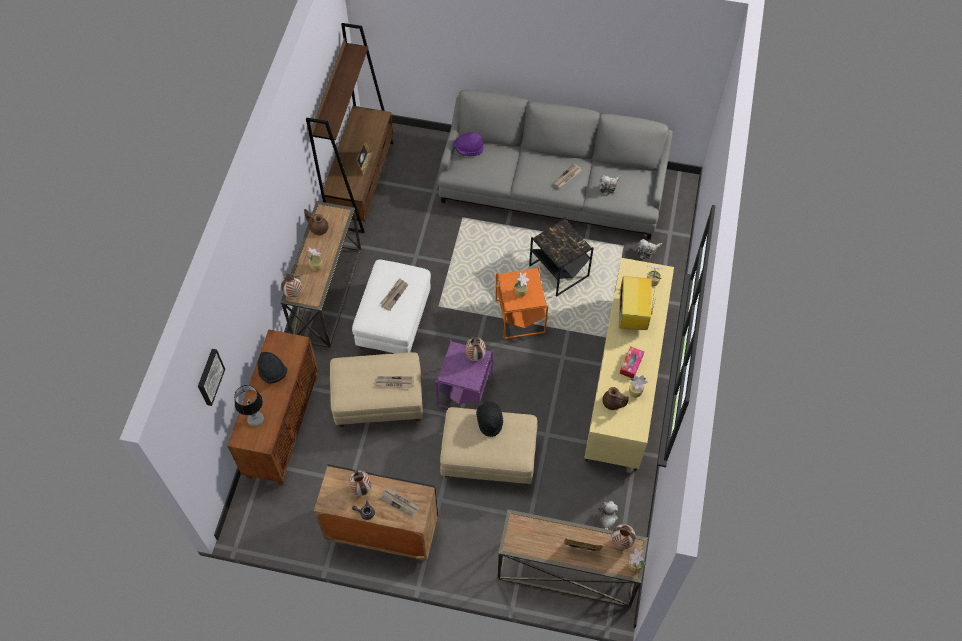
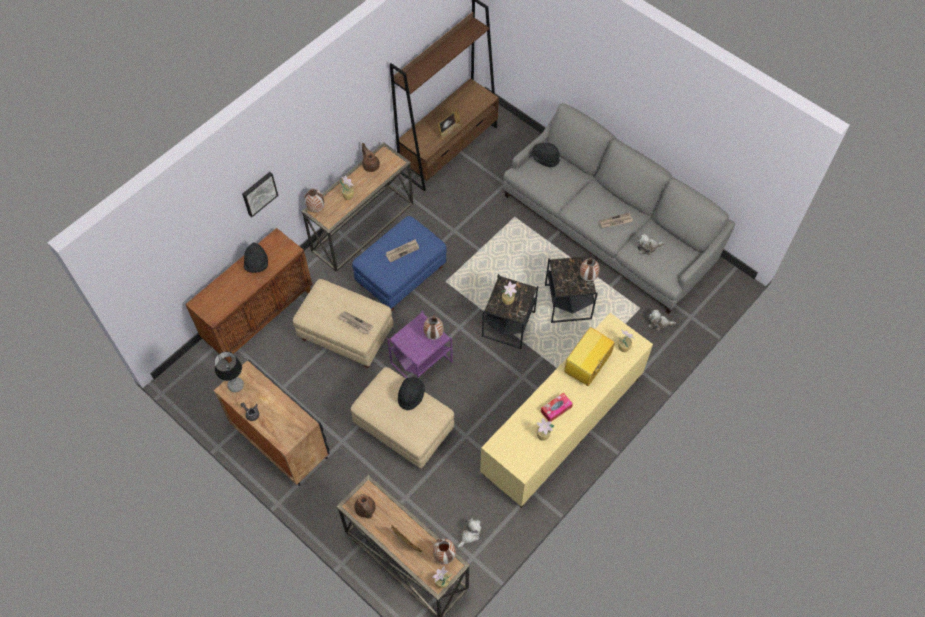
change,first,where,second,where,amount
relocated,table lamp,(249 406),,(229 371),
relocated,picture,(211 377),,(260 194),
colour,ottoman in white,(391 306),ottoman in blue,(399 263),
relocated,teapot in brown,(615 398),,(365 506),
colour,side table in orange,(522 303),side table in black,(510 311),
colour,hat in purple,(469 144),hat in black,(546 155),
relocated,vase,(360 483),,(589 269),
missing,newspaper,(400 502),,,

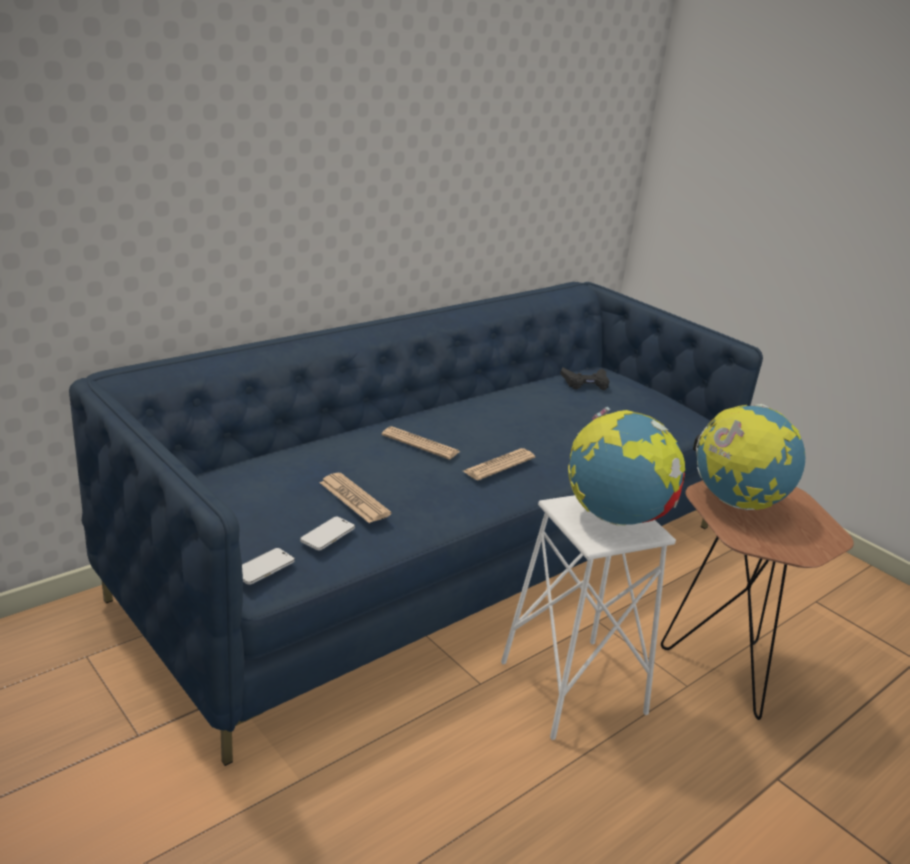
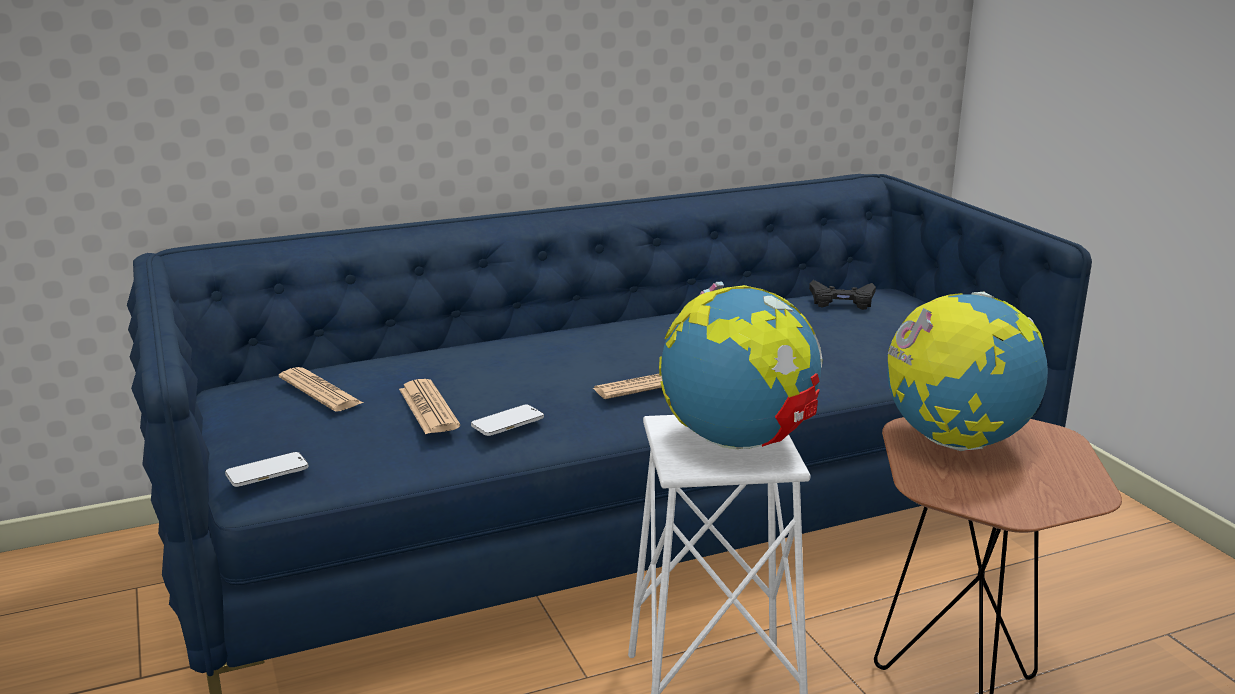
change,first,where,second,where,amount
relocated,newspaper,(420 443),,(321 389),
relocated,phone,(327 533),,(507 420),

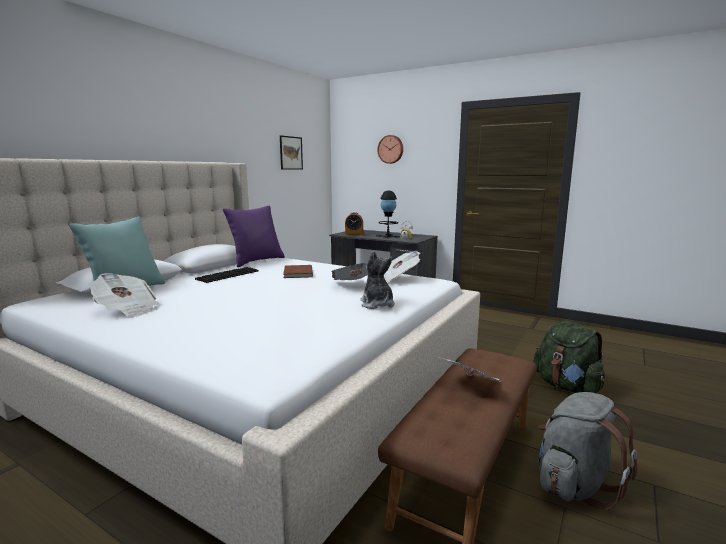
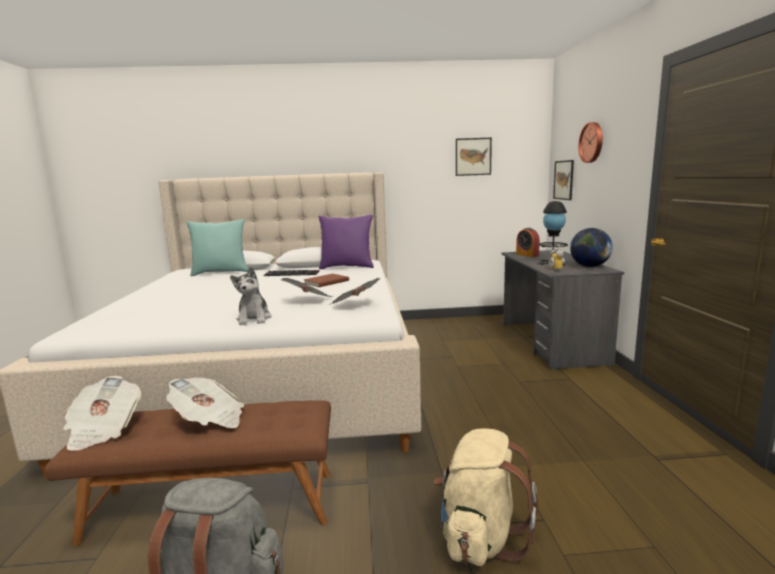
change,first,where,second,where,amount
relocated,newspaper,(124 295),,(102 413),
spun,plush toy,(377 280),,(250 296),135 degrees clockwise
colour,backpack in green,(569 357),backpack in beige,(486 497),
appeared,,,picture,(563 180),
appeared,,,globe,(591 247),

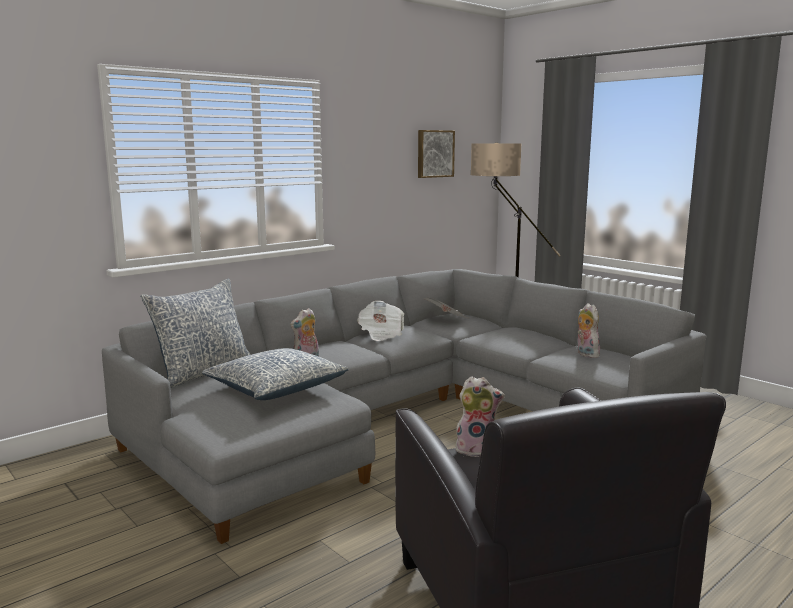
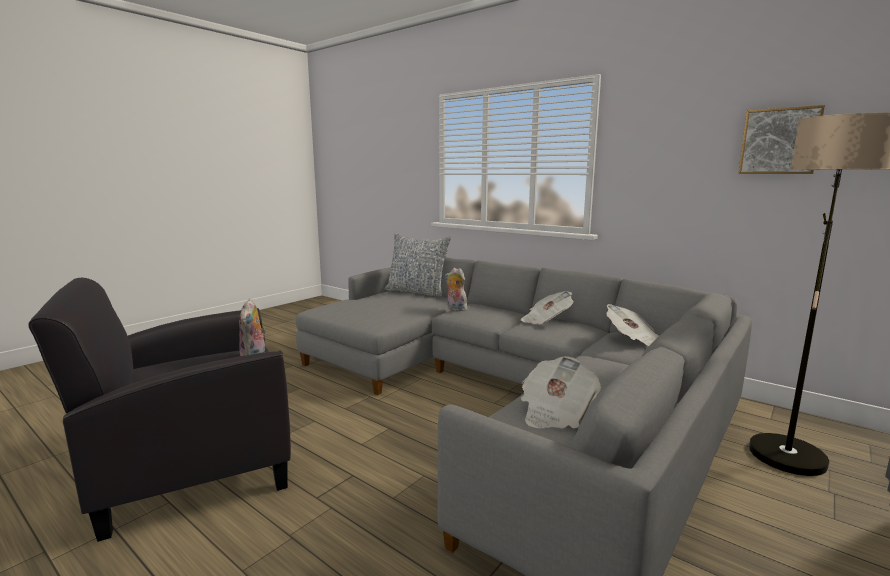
change,first,where,second,where,amount
exchanged,plush toy,(589 330),newspaper,(561 392),
missing,pillow,(275 374),,,

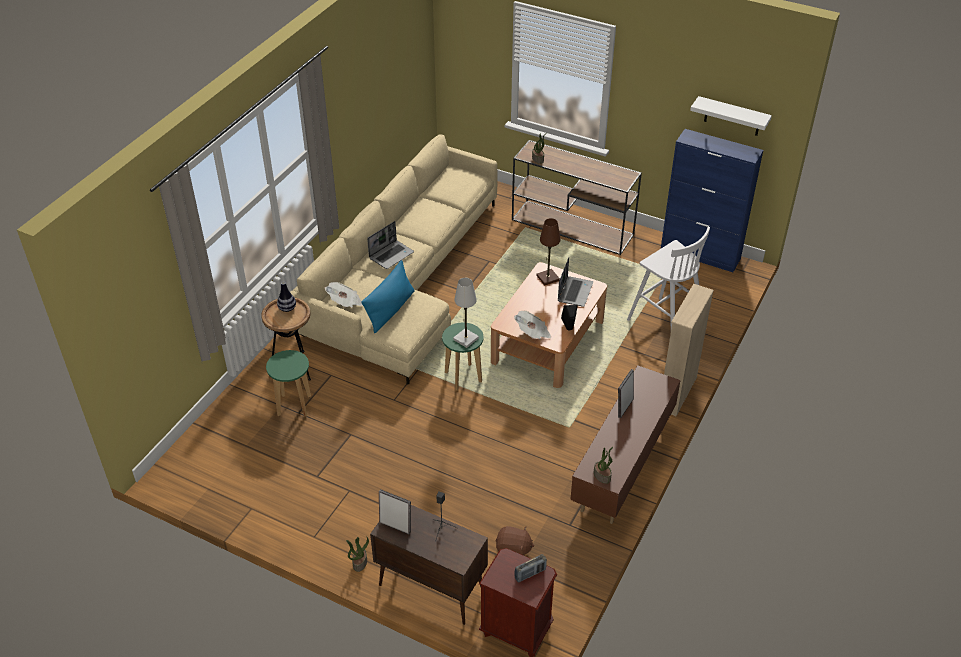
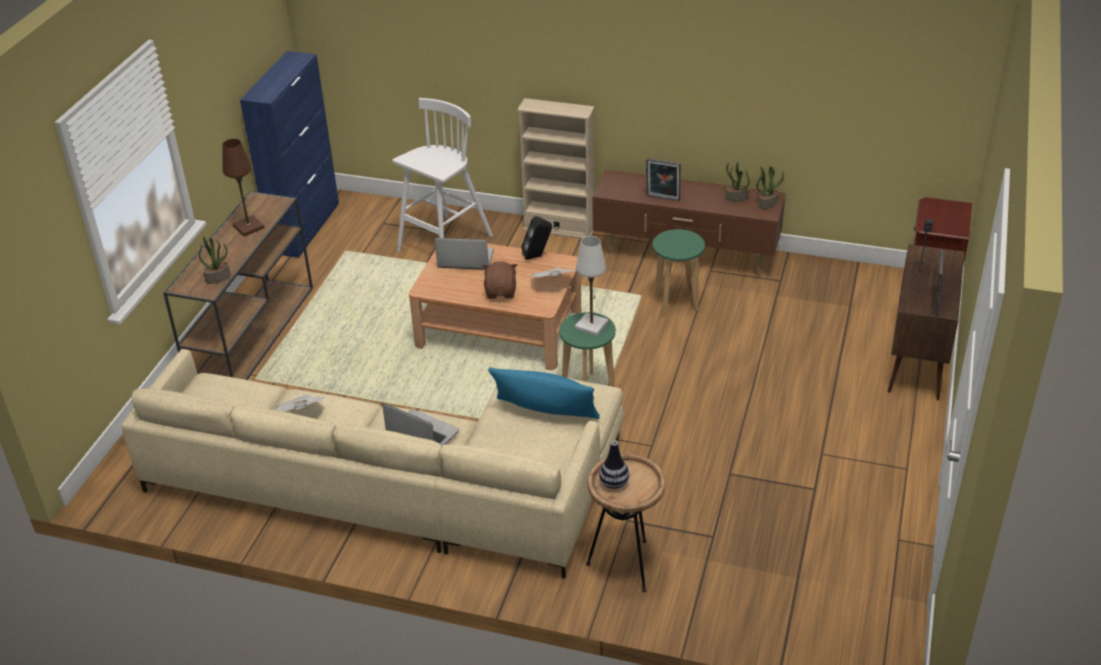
change,first,where,second,where,amount
relocated,table lamp in brown,(548 252),,(243 187),
relocated,newspaper,(344 295),,(299 403),
relocated,plush toy in brown,(514 540),,(500 280),
relocated,stool in green,(288 383),,(679 272),
relocated,potted plant,(357 554),,(737 182),
missing,radio,(531 568),,,
missing,shelf in white,(731 116),,,

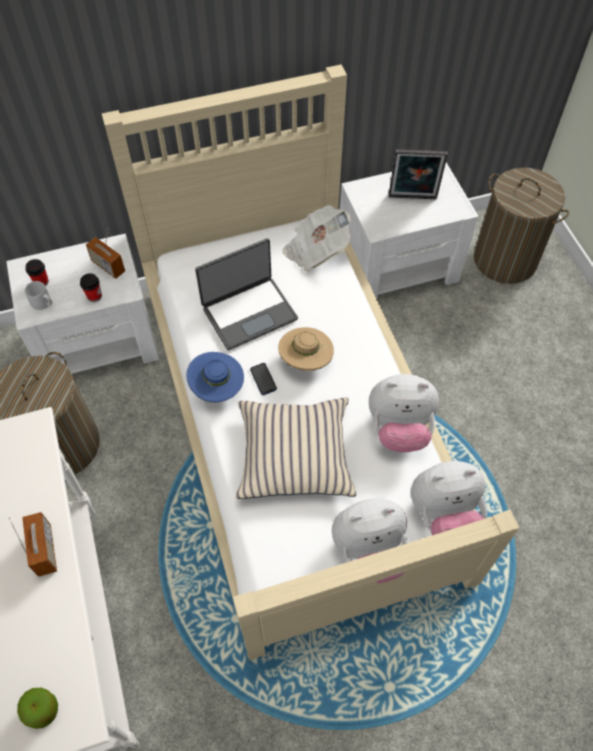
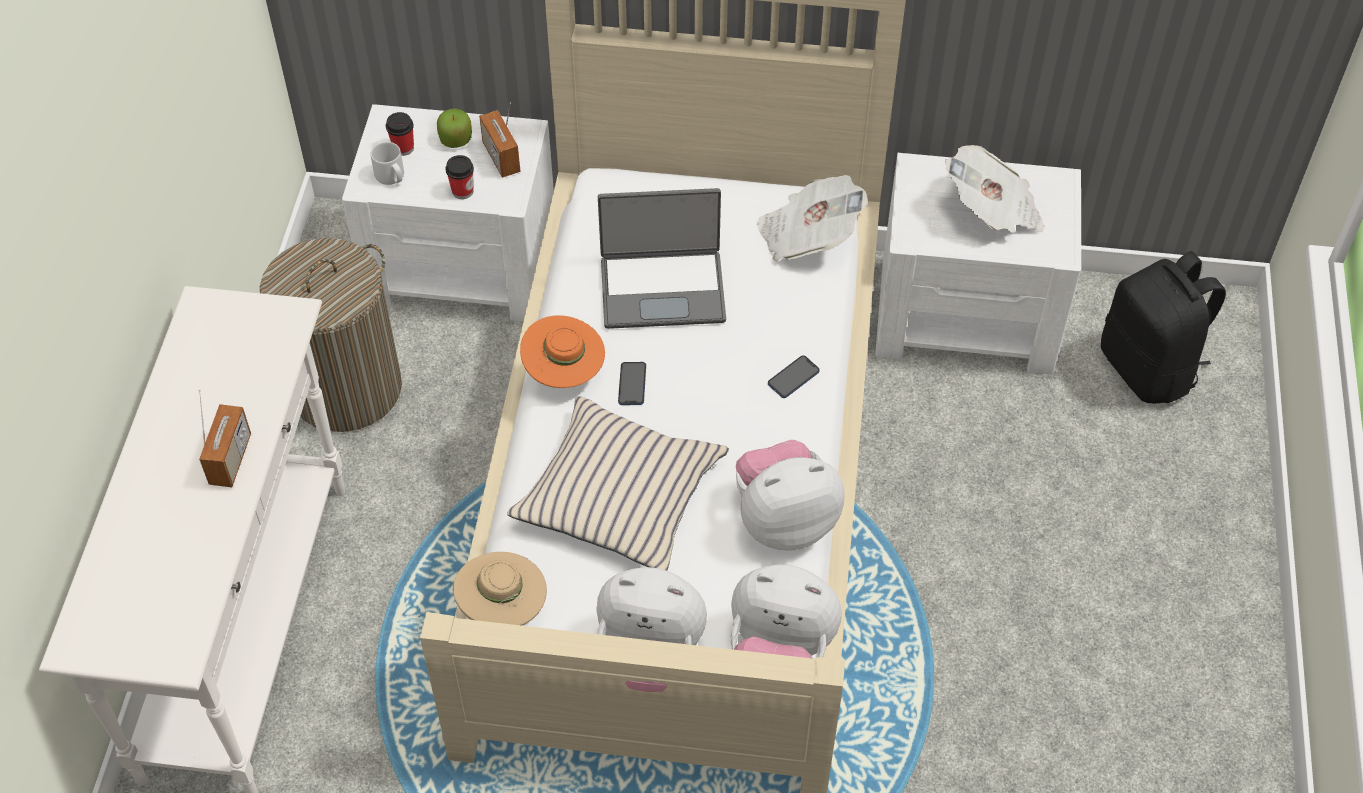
change,first,where,second,where,amount
relocated,apple,(37 708),,(454 128),
relocated,hat in beige,(306 349),,(500 589),
colour,hat in blue,(215 377),hat in orange,(562 351),
spun,plush toy,(404 413),,(790 495),135 degrees clockwise
appeared,,,phone,(794 377),
exchanged,picture frame,(418 174),newspaper,(995 189),
exchanged,laundry basket,(521 226),backpack in black,(1163 327),

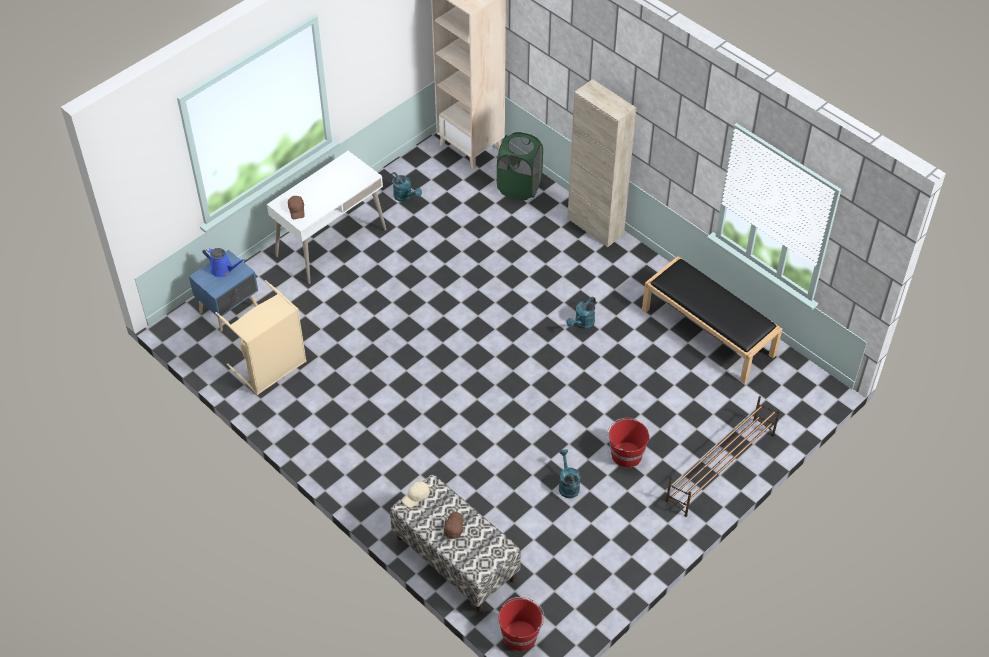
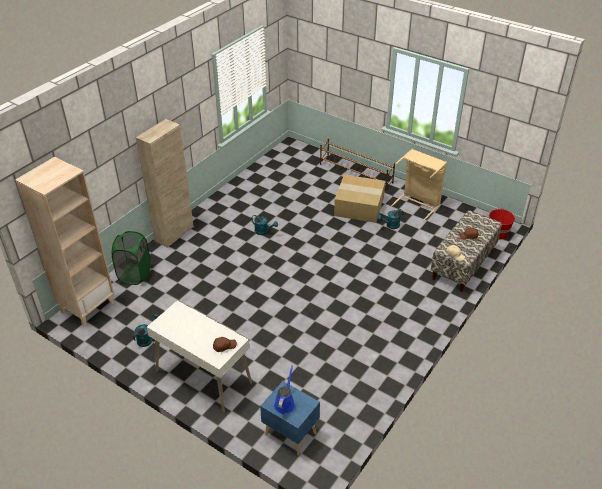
change,first,where,second,where,amount
exchanged,bucket in red,(628 443),cardboard box,(359 199),
relocated,laundry basket in beige,(261 337),,(419 184),
missing,bench in black,(712 320),,,

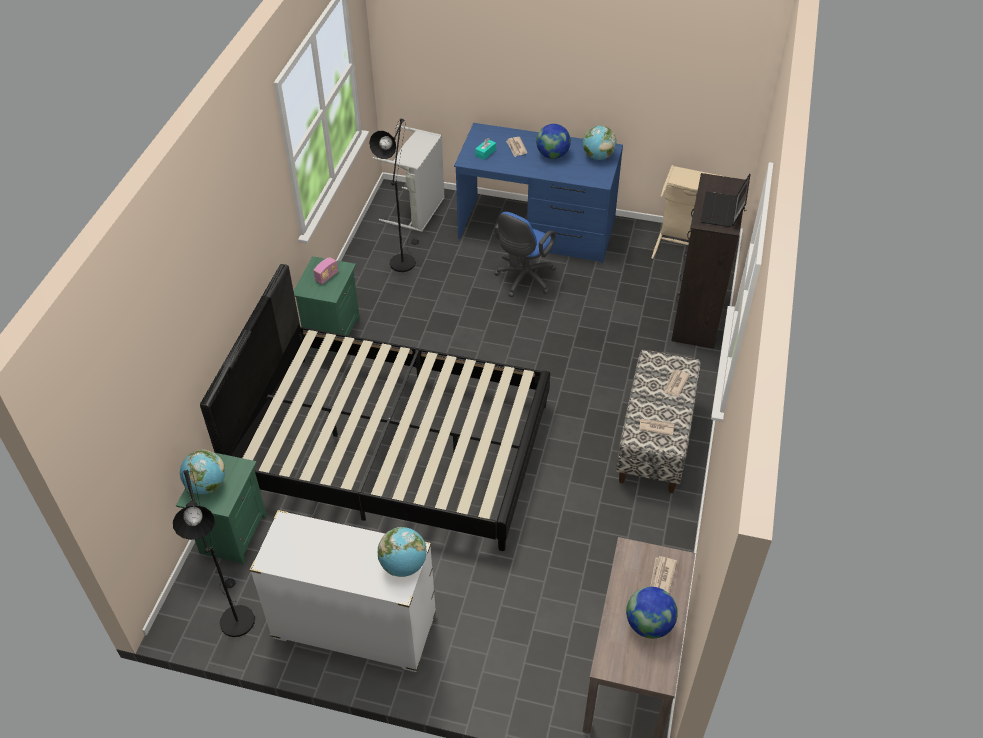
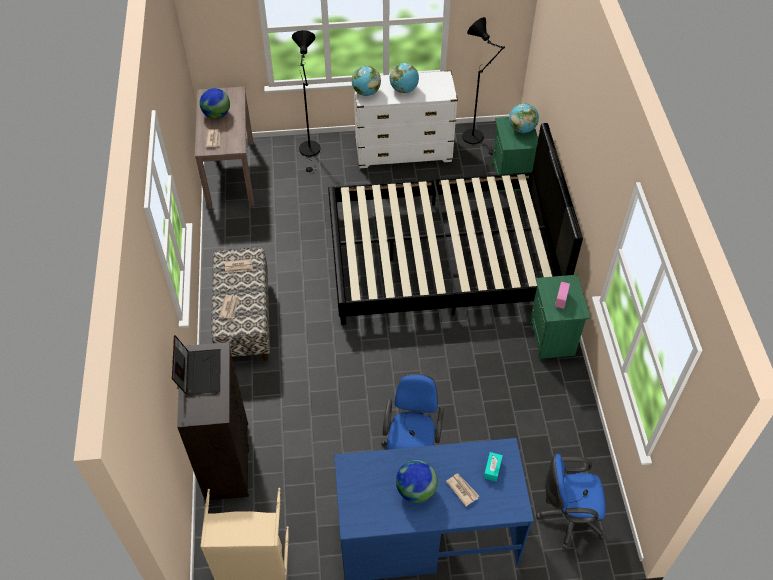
change,first,where,second,where,amount
relocated,floor lamp in black,(394 195),,(306 101),
relocated,globe,(599 142),,(404 78),
exchanged,laundry basket in grey,(408 178),office chair in blue,(571 501),

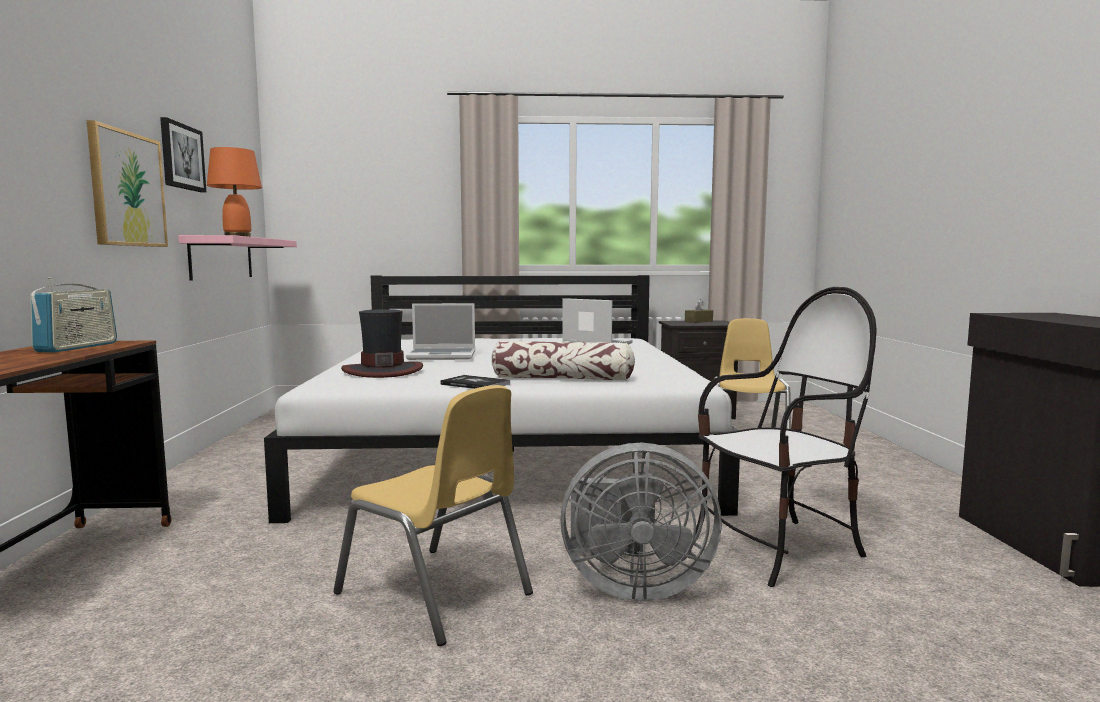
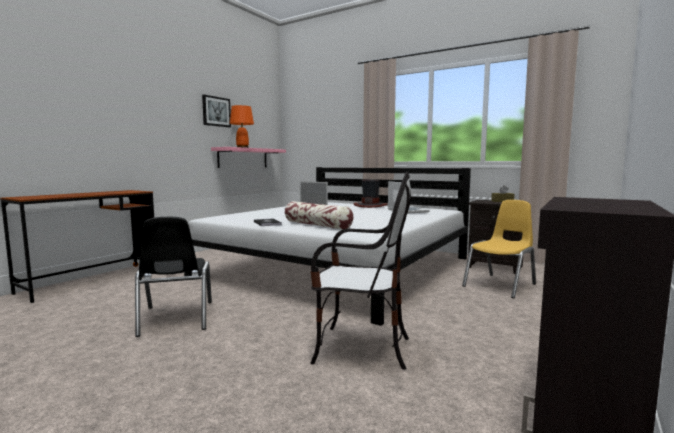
change,first,where,second,where,amount
colour,chair in yellow,(433 515),chair in black,(173 277),
relocated,hat,(382 343),,(370 194),
missing,radio,(73 315),,,
missing,picture,(127 183),,,
missing,fan in grey,(641 522),,,

